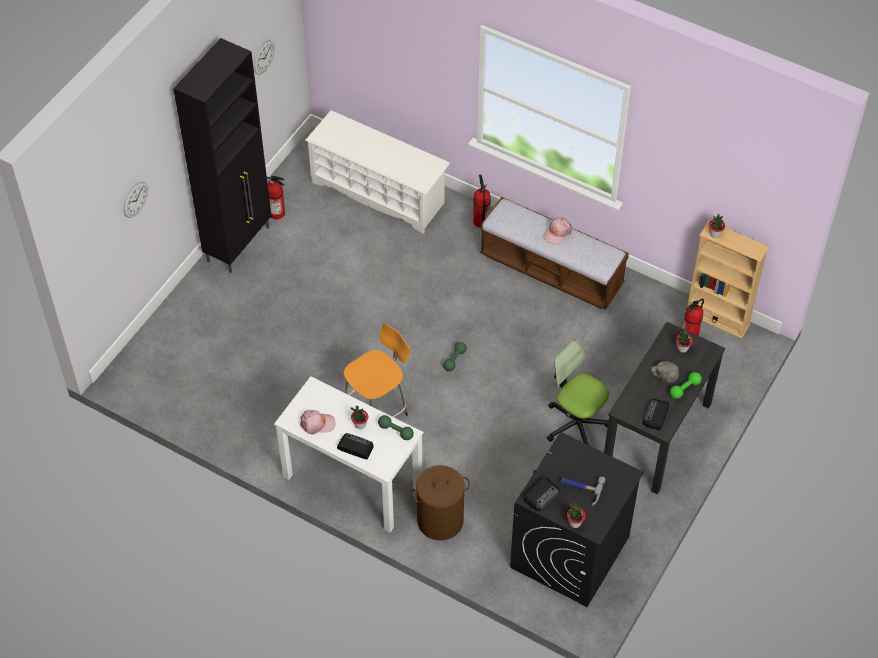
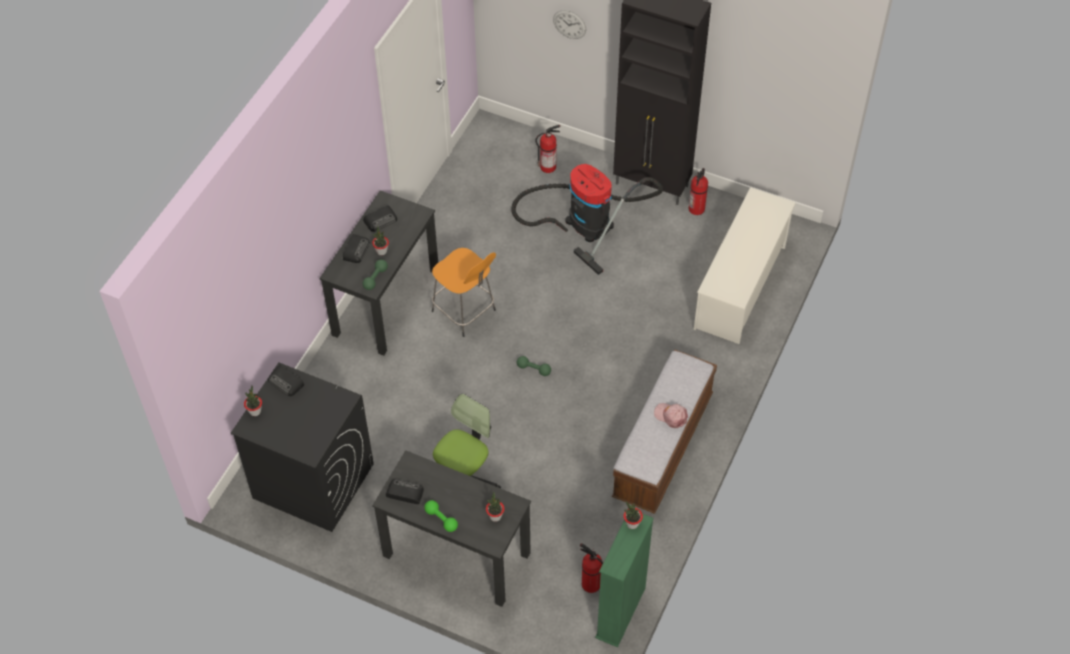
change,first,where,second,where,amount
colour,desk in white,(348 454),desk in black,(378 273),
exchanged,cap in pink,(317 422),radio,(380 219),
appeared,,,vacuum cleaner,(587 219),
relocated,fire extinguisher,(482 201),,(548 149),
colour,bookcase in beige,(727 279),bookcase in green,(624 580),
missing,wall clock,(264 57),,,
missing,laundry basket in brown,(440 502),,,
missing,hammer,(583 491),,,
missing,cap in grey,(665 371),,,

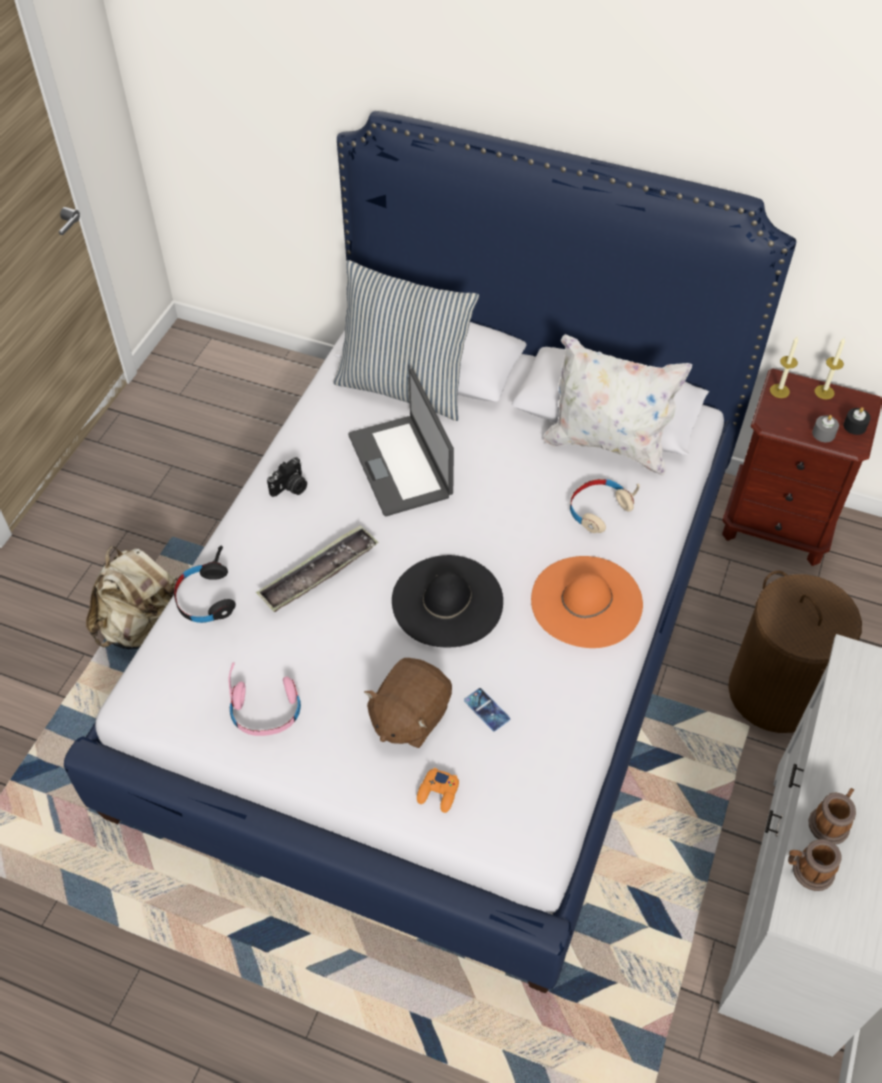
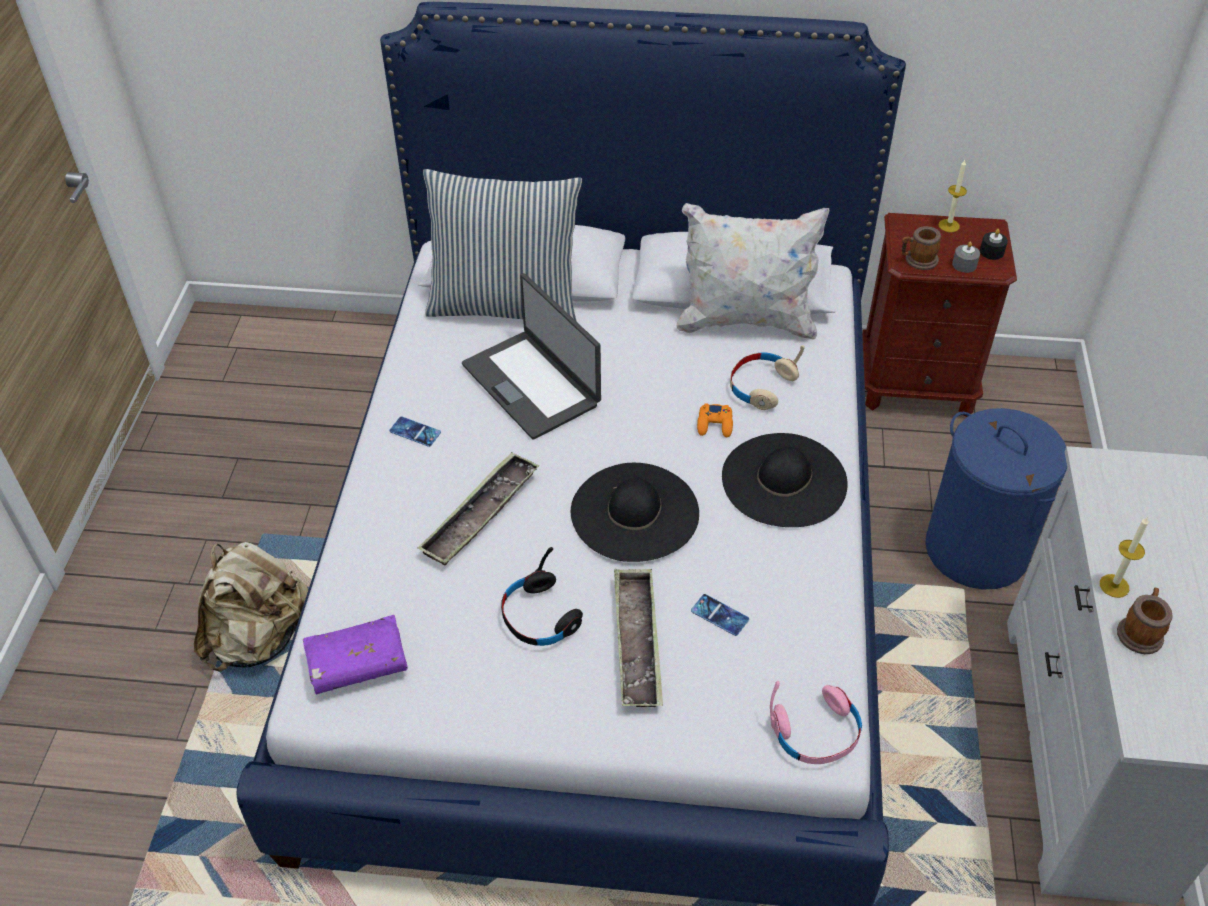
change,first,where,second,where,amount
appeared,,,book in purple,(355 654),
exchanged,photo camera,(287 477),phone,(415 431),
relocated,headphones in black,(205 584),,(542 596),
exchanged,plush toy in brown,(408 703),tray,(638 638),
relocated,game controller in orange,(438 790),,(715 420),
colour,hat in orange,(587 602),hat in black,(785 480),
relocated,headphones in pink,(265 699),,(816 722),
relocated,mug,(815 865),,(921 248),
colour,laundry basket in brown,(795 651),laundry basket in blue,(996 498),
relocated,candle,(784 367),,(1124 558),

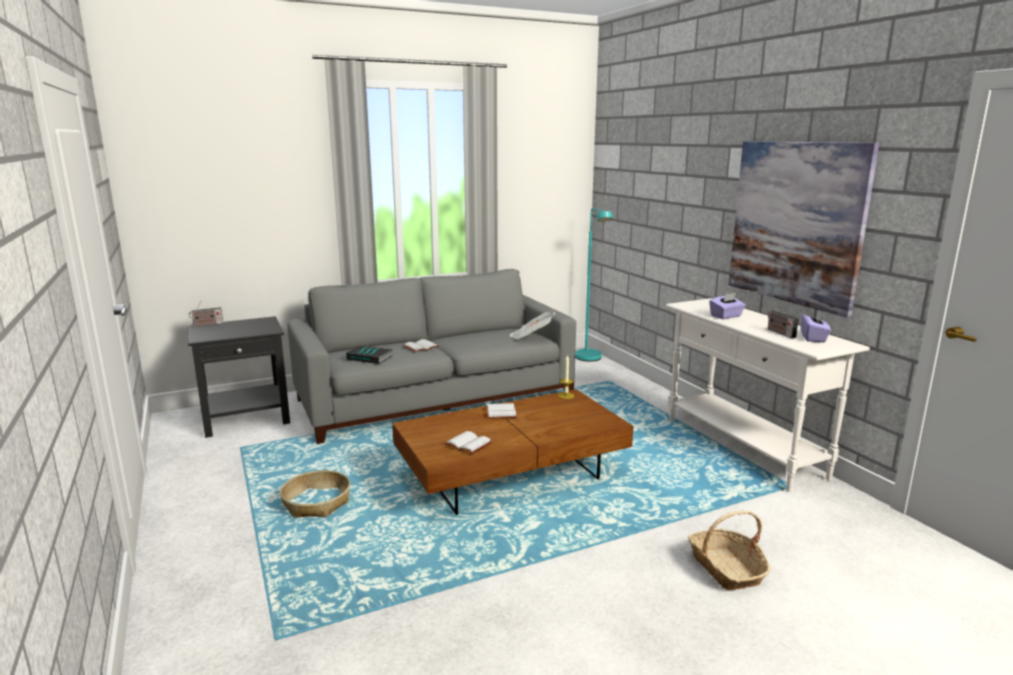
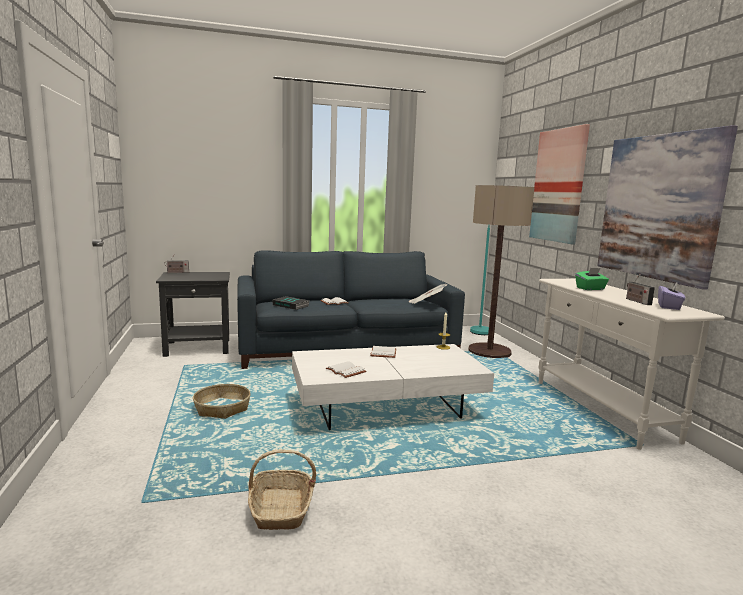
change,first,where,second,where,amount
colour,sofa in grey,(431 356),sofa in blue,(351 310),
relocated,basket,(729 550),,(282 489),
colour,coffee table in brown,(512 452),coffee table in white,(393 387),
appeared,,,floor lamp,(501 271),
appeared,,,picture,(559 184),
colour,tissue box in purple,(727 306),tissue box in green,(592 279),

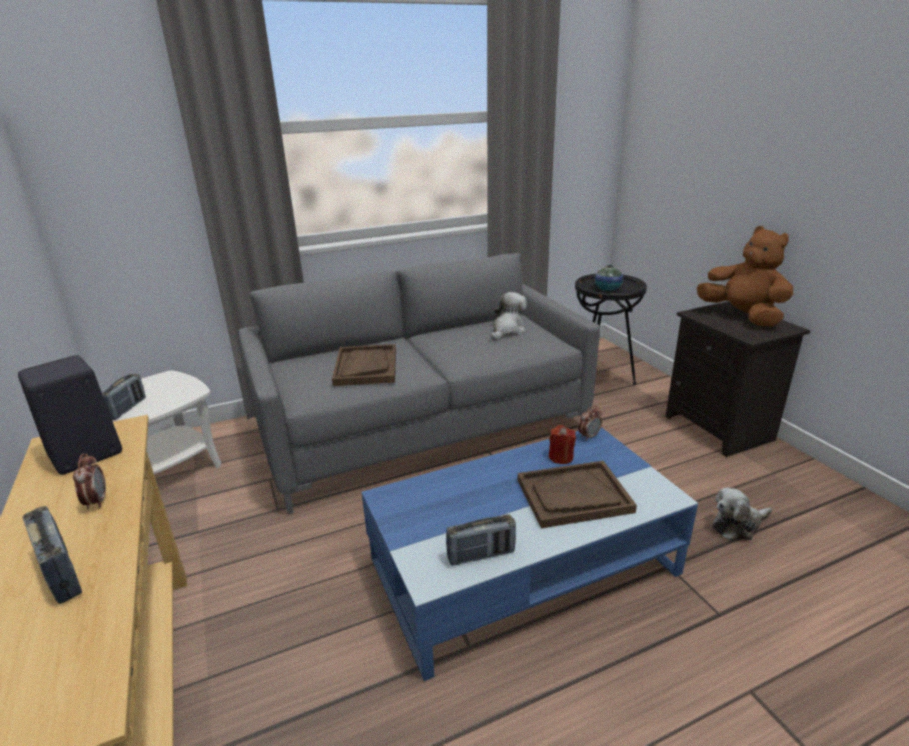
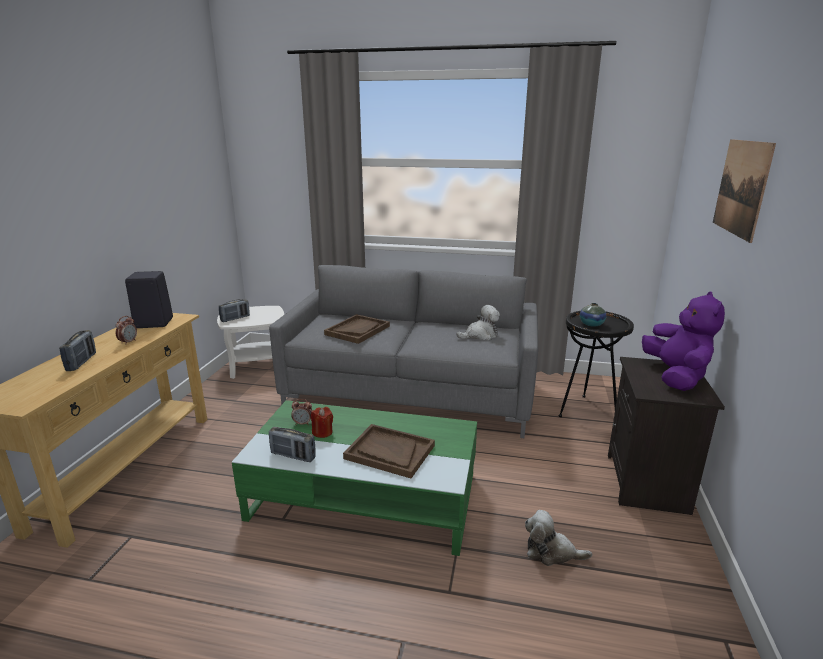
change,first,where,second,where,amount
colour,coffee table in blue,(530 554),coffee table in green,(354 478),
relocated,alarm clock,(590 423),,(301 412),
relocated,candle in red,(562 444),,(322 422),
colour,plush toy in brown,(745 276),plush toy in purple,(683 341),
appeared,,,picture,(744 191),

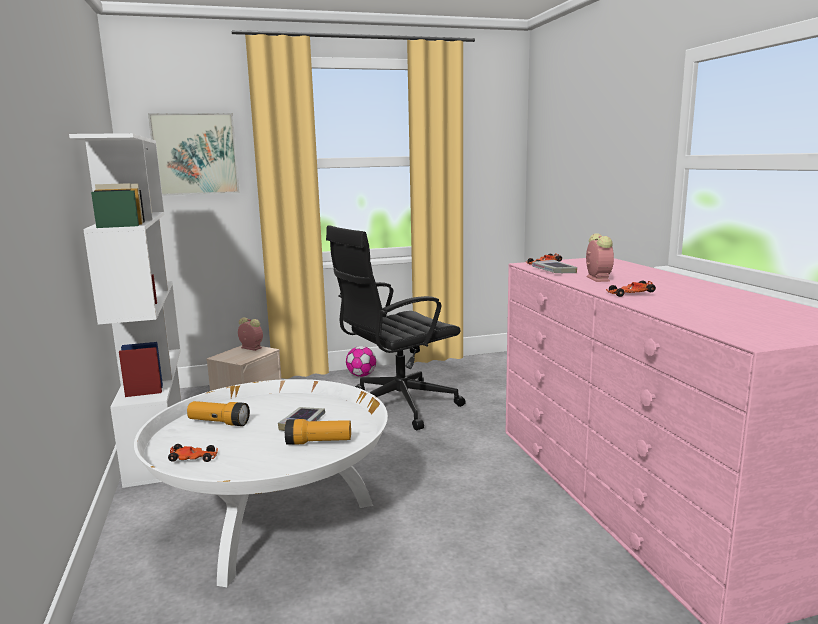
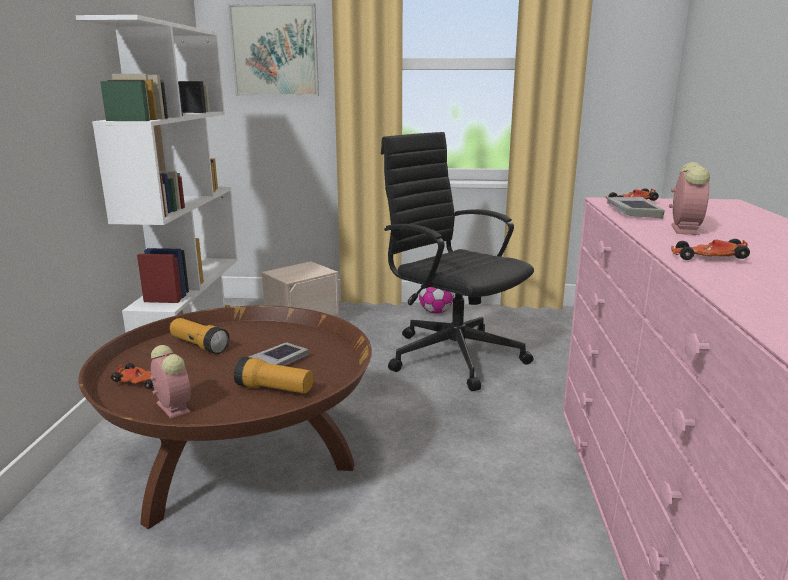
change,first,where,second,where,amount
colour,coffee table in white,(261 483),coffee table in brown,(225 417),
relocated,alarm clock,(250 334),,(171 381),
spun,office chair in black,(396 327),,(457 261),60 degrees clockwise

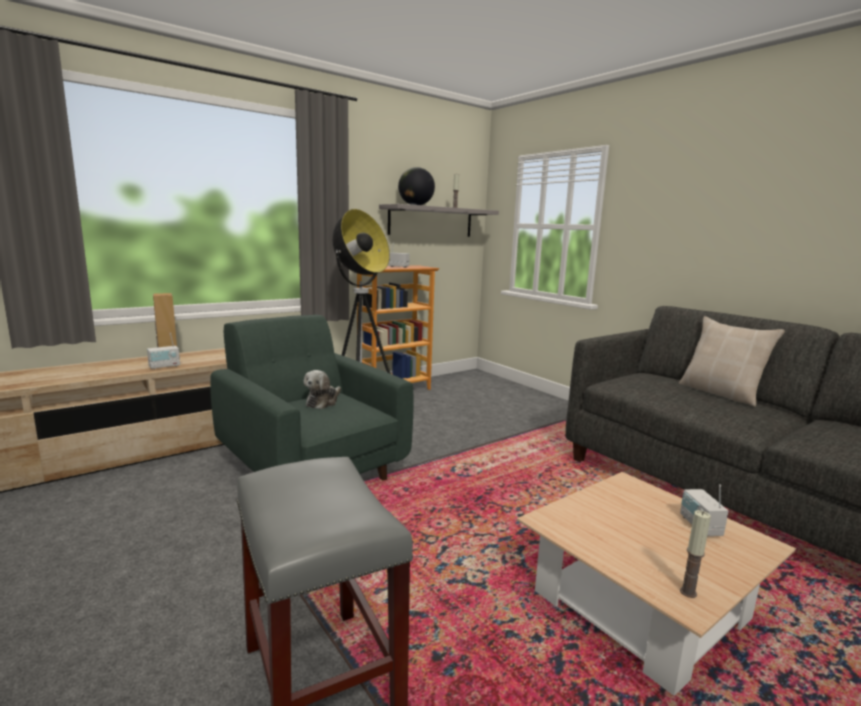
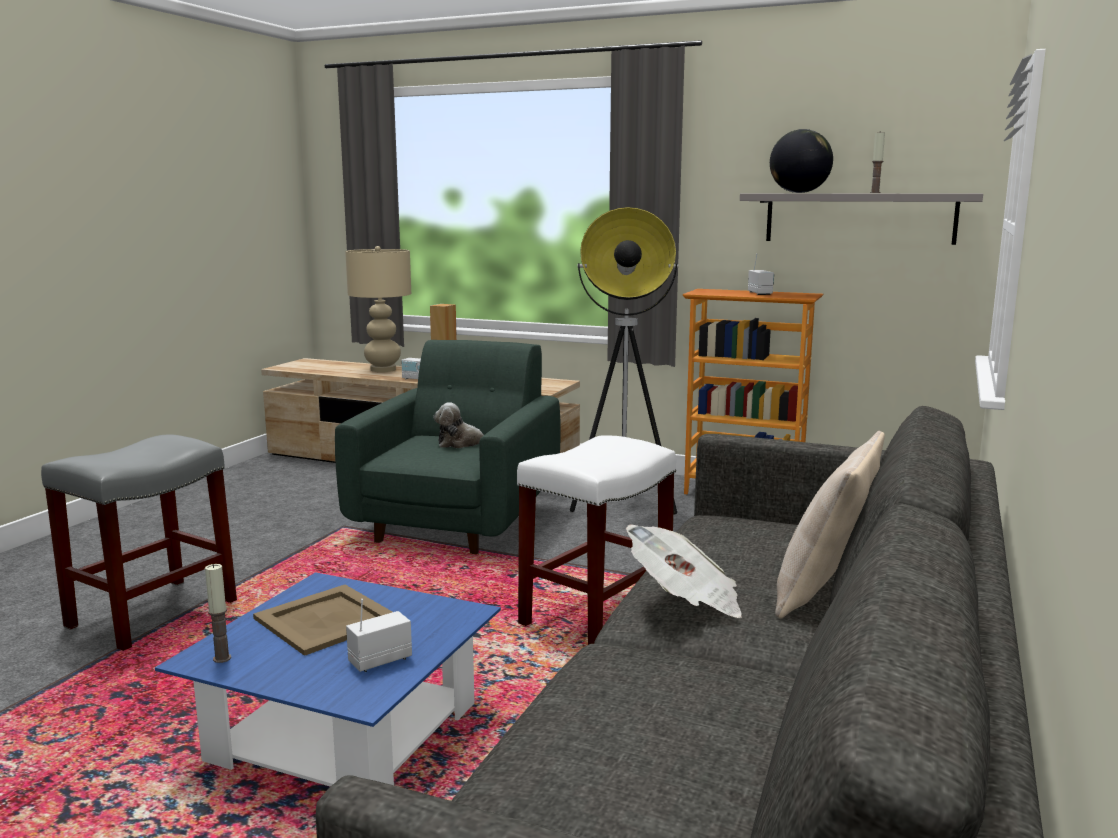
change,first,where,second,where,amount
colour,coffee table in beige,(656 584),coffee table in blue,(328 679),
appeared,,,tray in beige,(322 620),
appeared,,,table lamp in beige,(378 309),
appeared,,,stool in white,(596 540),
appeared,,,newspaper,(684 571),

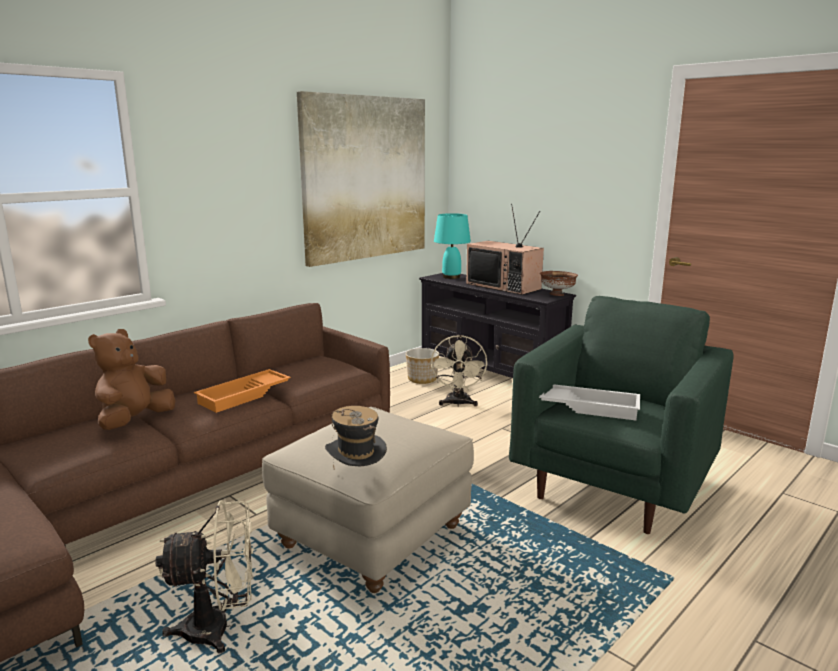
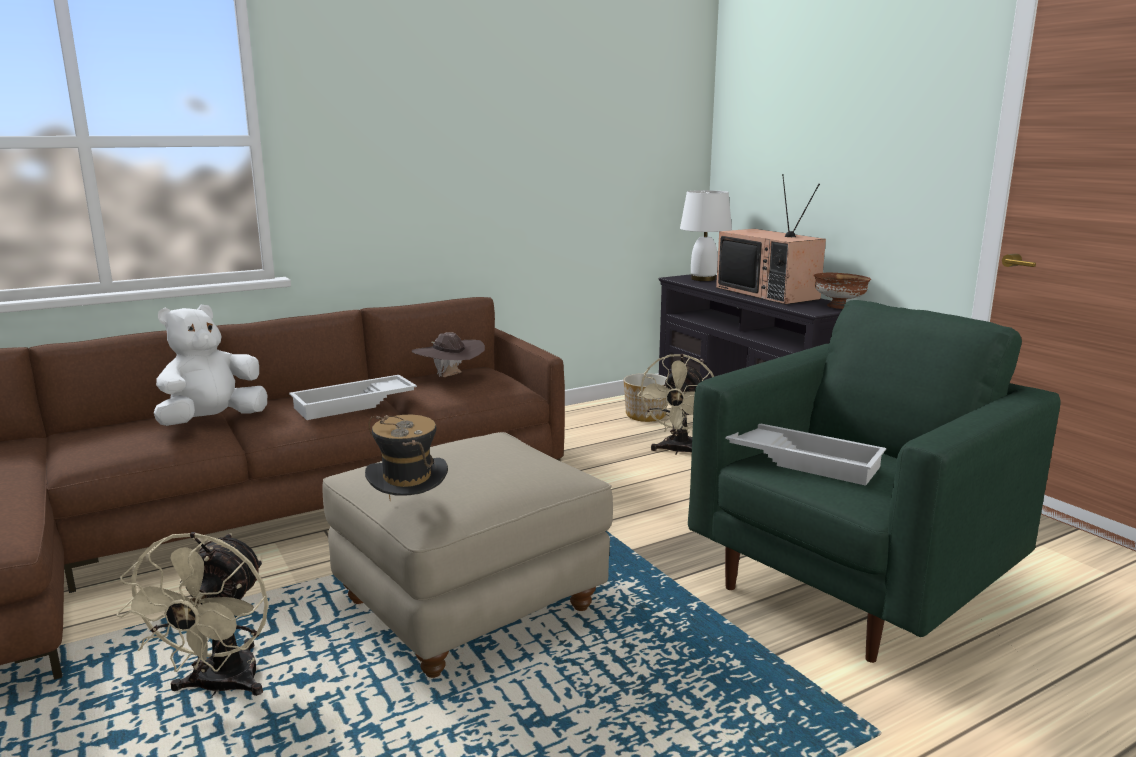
change,first,where,second,where,amount
spun,fan in beige,(204 576),,(192 615),90 degrees clockwise
colour,plush toy in brown,(131 379),plush toy in white,(210 365),
colour,tray in orange,(242 391),tray in white,(353 397),
appeared,,,hat in brown,(448 354),
colour,table lamp in turquoise,(452 246),table lamp in white,(706 235),
missing,picture,(361 179),,,

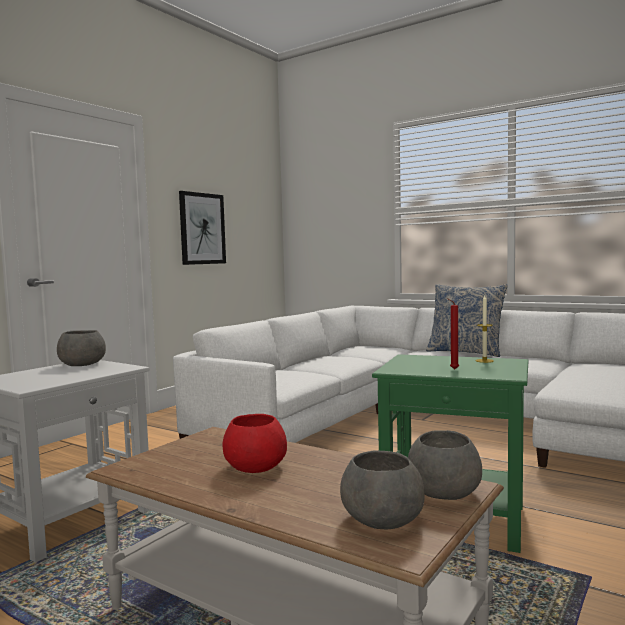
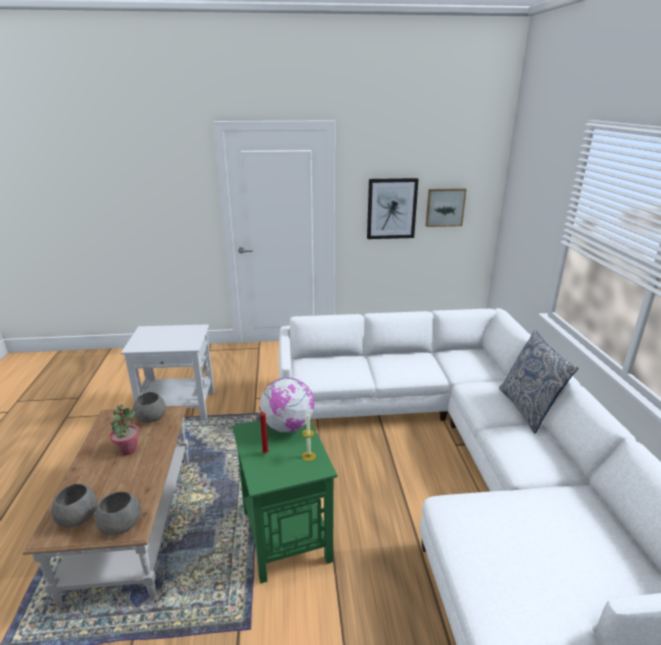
change,first,where,second,where,amount
exchanged,bowl in red,(254 443),potted plant,(124 430),
relocated,bowl in grey,(81 348),,(149 407),
appeared,,,globe,(287 404),
appeared,,,picture,(446 207),

